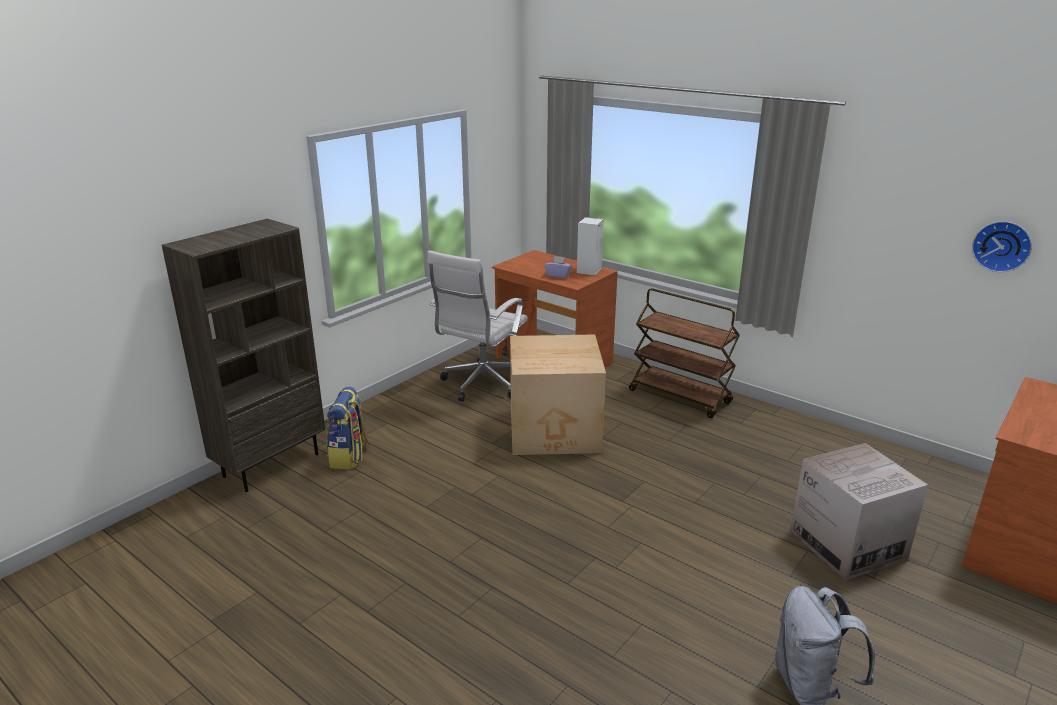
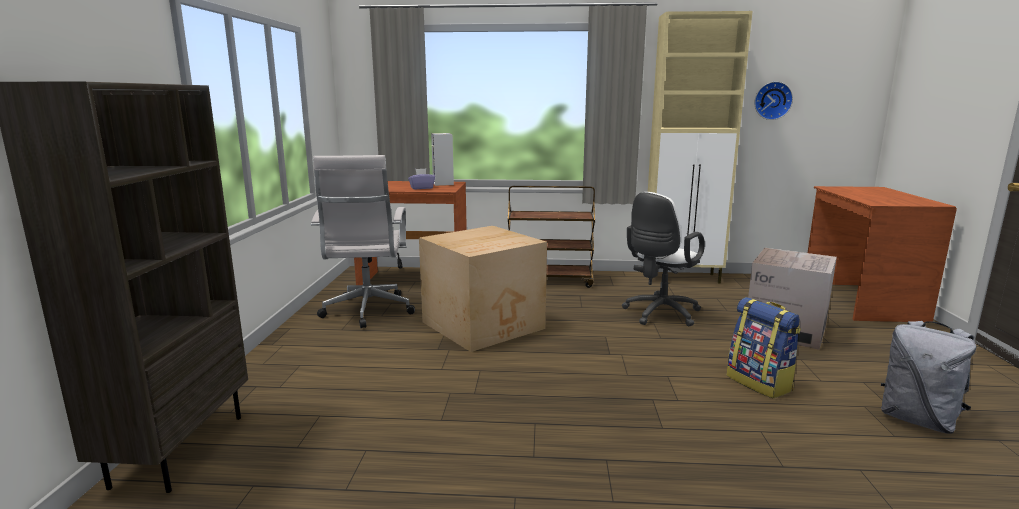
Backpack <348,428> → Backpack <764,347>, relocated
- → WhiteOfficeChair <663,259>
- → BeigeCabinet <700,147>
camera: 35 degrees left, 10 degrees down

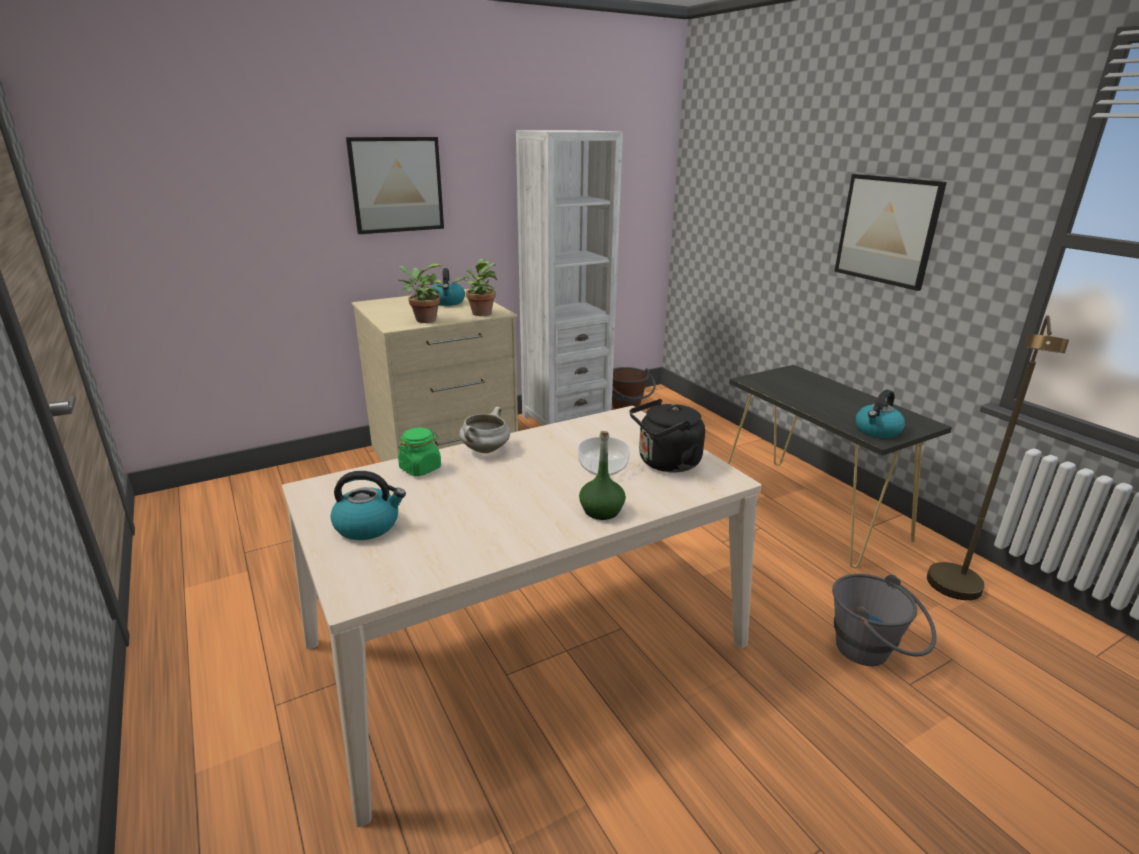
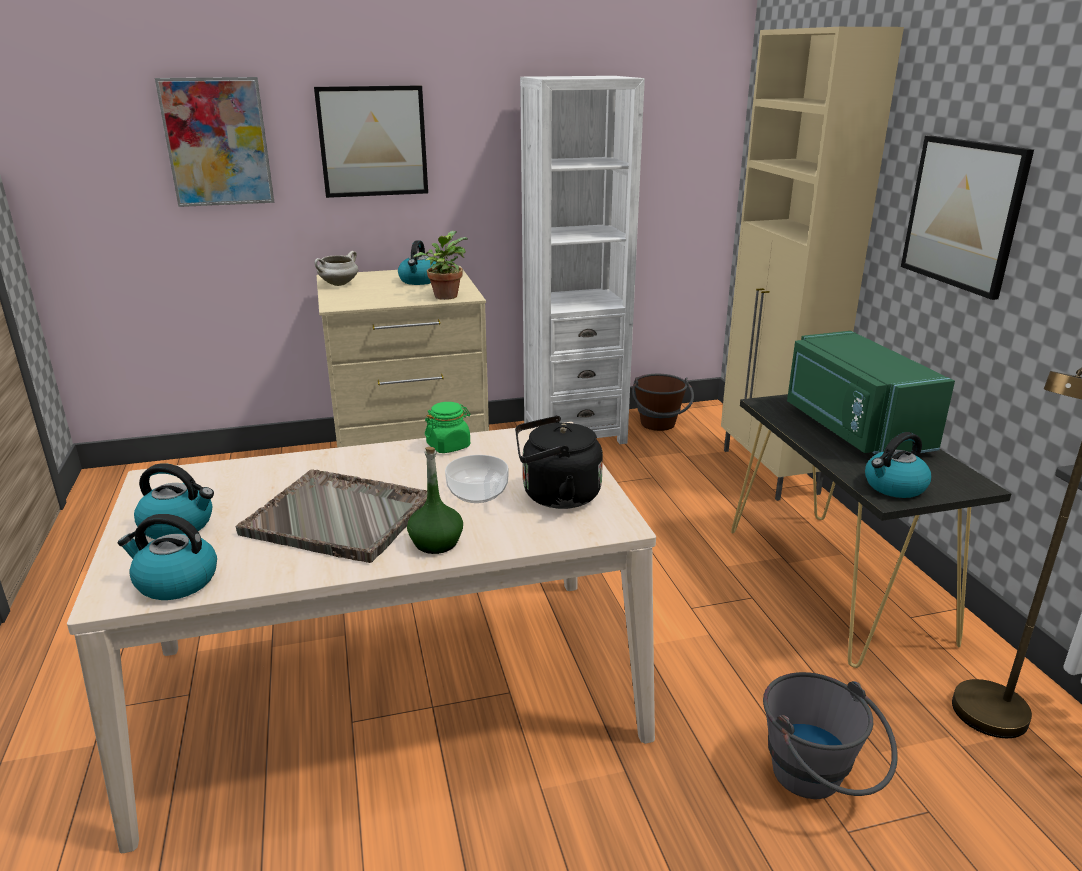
PottedPlant <421,293> → -
GreenJar <419,452> → GreenJar <447,427>, relocated
WhiteCookingPot <484,430> → WhiteCookingPot <336,268>, relocated
- → Kettle <167,557>
- → Picture <214,142>
- → GreyTray <331,516>
- → BeigeCabinet <812,264>
- → GreenMicrowave <871,392>
camera: 15 degrees right, 0 degrees up

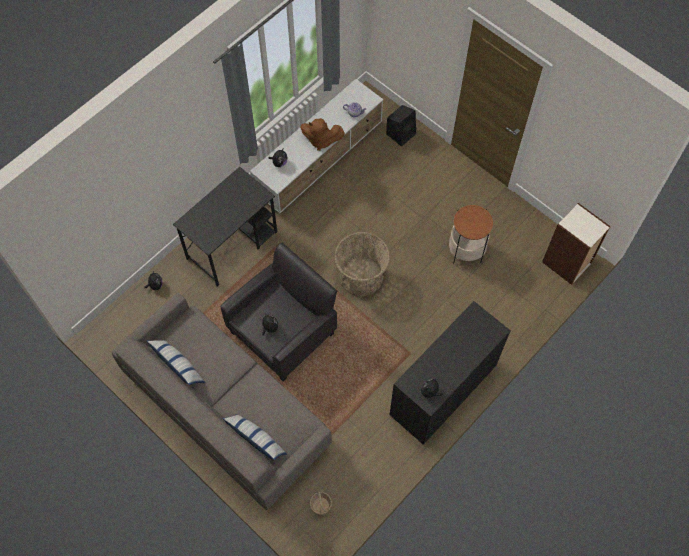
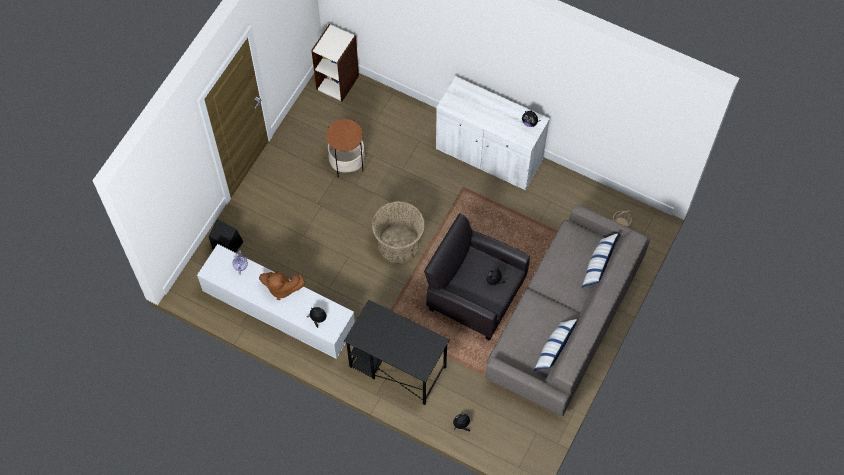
BrownPlushToy <322,134> → BrownPlushToy <282,285>, 105 degrees clockwise
BlackCabinet <450,373> → WhiteCabinet <493,133>
camera: 105 degrees left, 0 degrees up

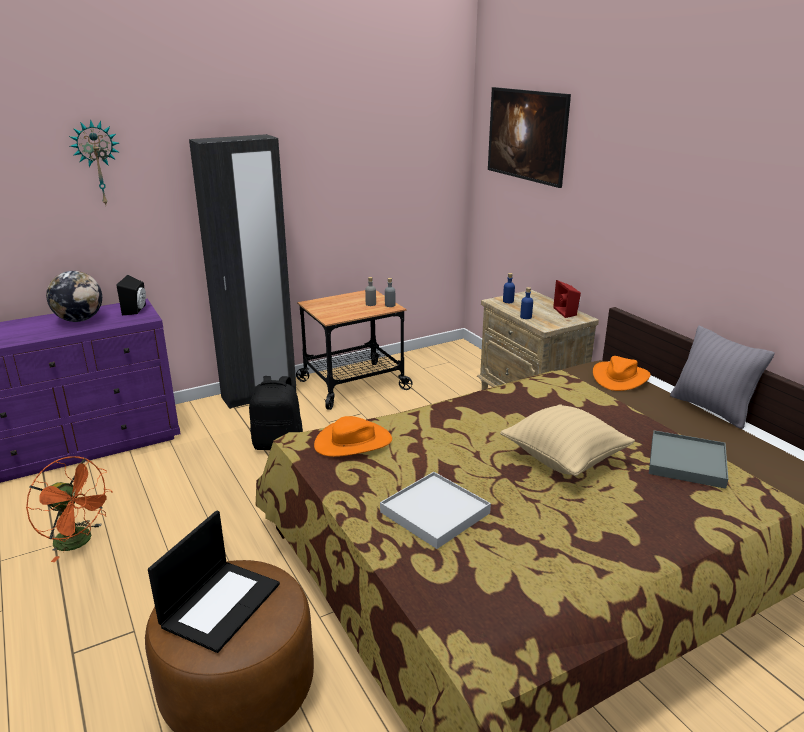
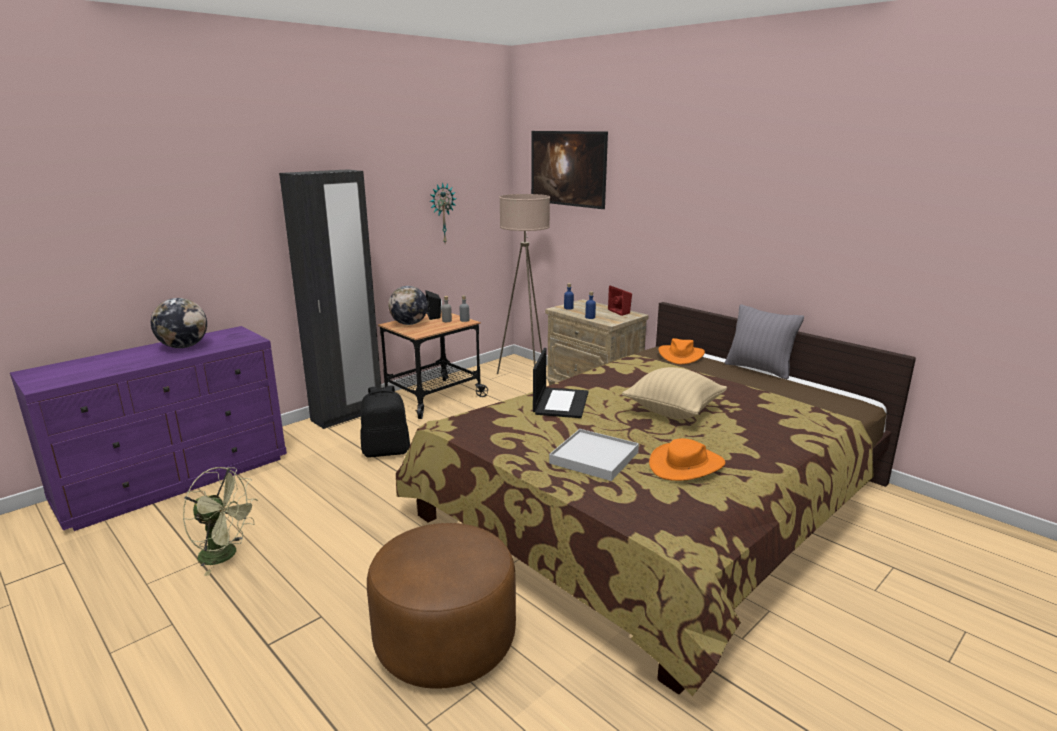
OrangeFan <69,509> → GreenFan <220,521>
WallClock <94,162> → WallClock <442,212>, relocated
BlackSpeaker <131,295> → BlackSpeaker <433,305>, relocated
Laptop <214,582> → Laptop <560,383>, relocated
OrangeHat <353,436> → OrangeHat <687,459>, relocated
GreyTray <688,459> → -
- → Globe <408,305>
- → BeigeFloorLamp <523,284>
camera: 15 degrees left, 5 degrees down

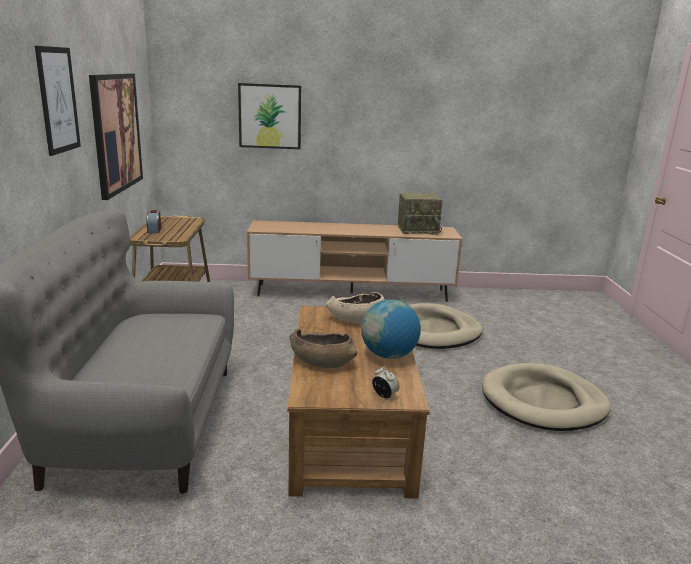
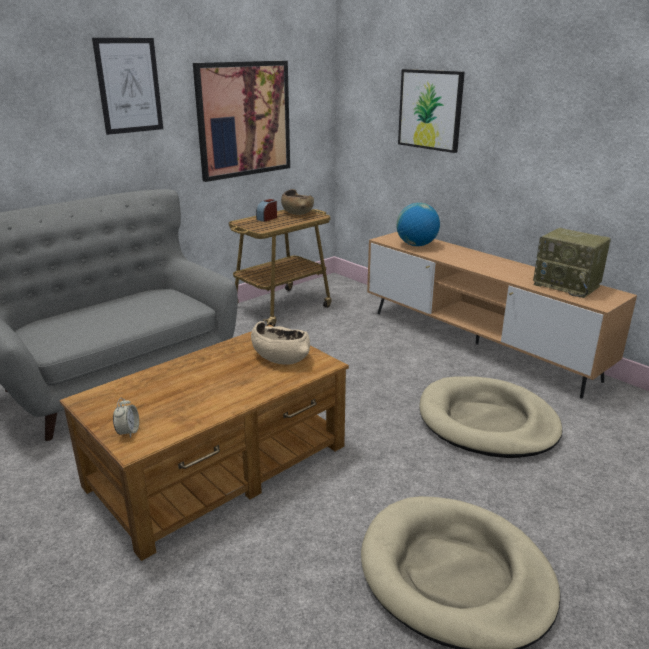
BrownBowl <323,348> → BrownBowl <297,202>, relocated
Globe <391,329> → Globe <418,224>, relocated
camera: 50 degrees right, 5 degrees up

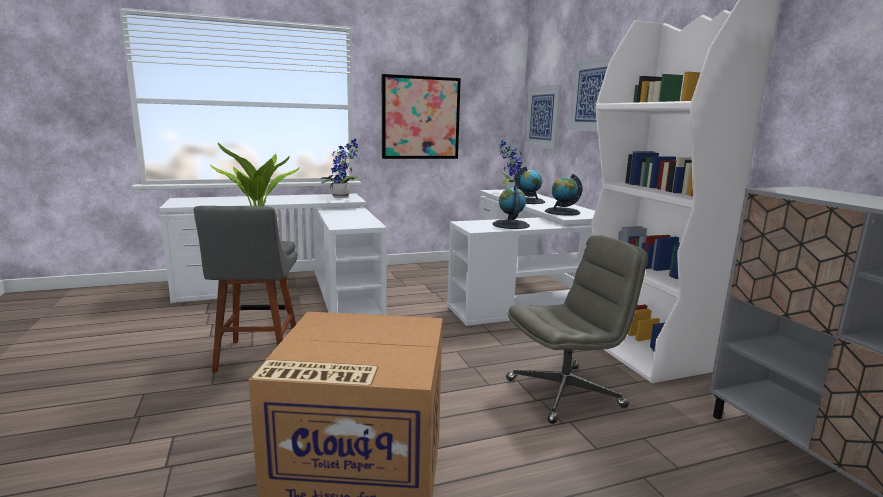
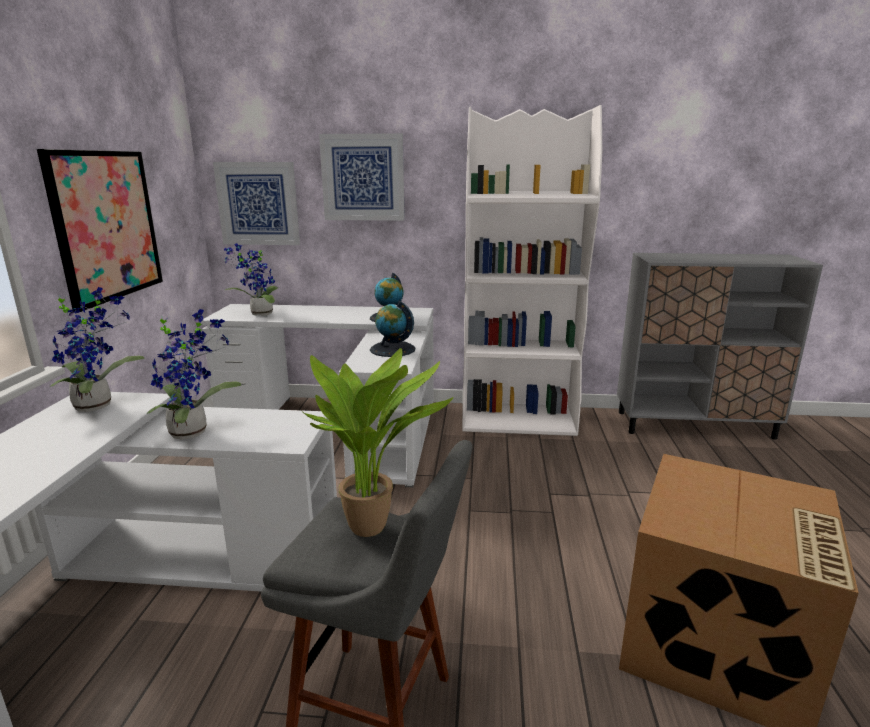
GreyOfficeChair <577,329> → -
Globe <530,185> → -
- → PottedPlant <194,374>
camera: 65 degrees left, 5 degrees up

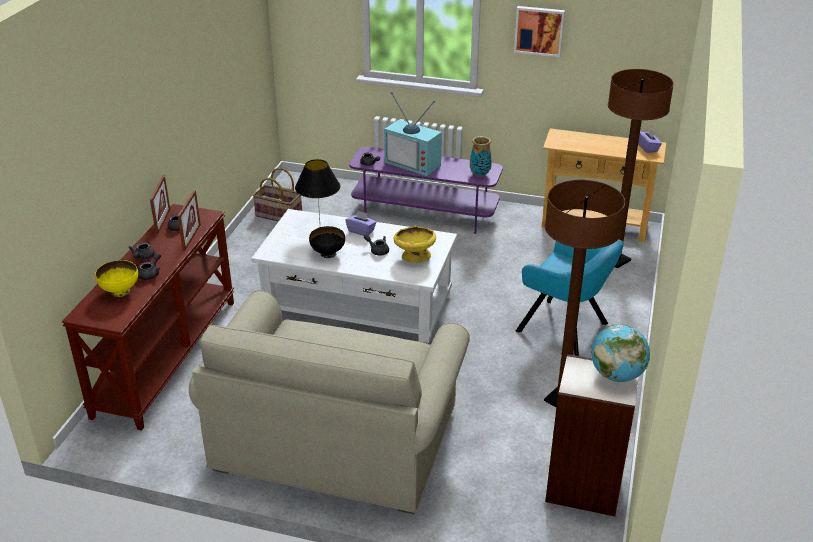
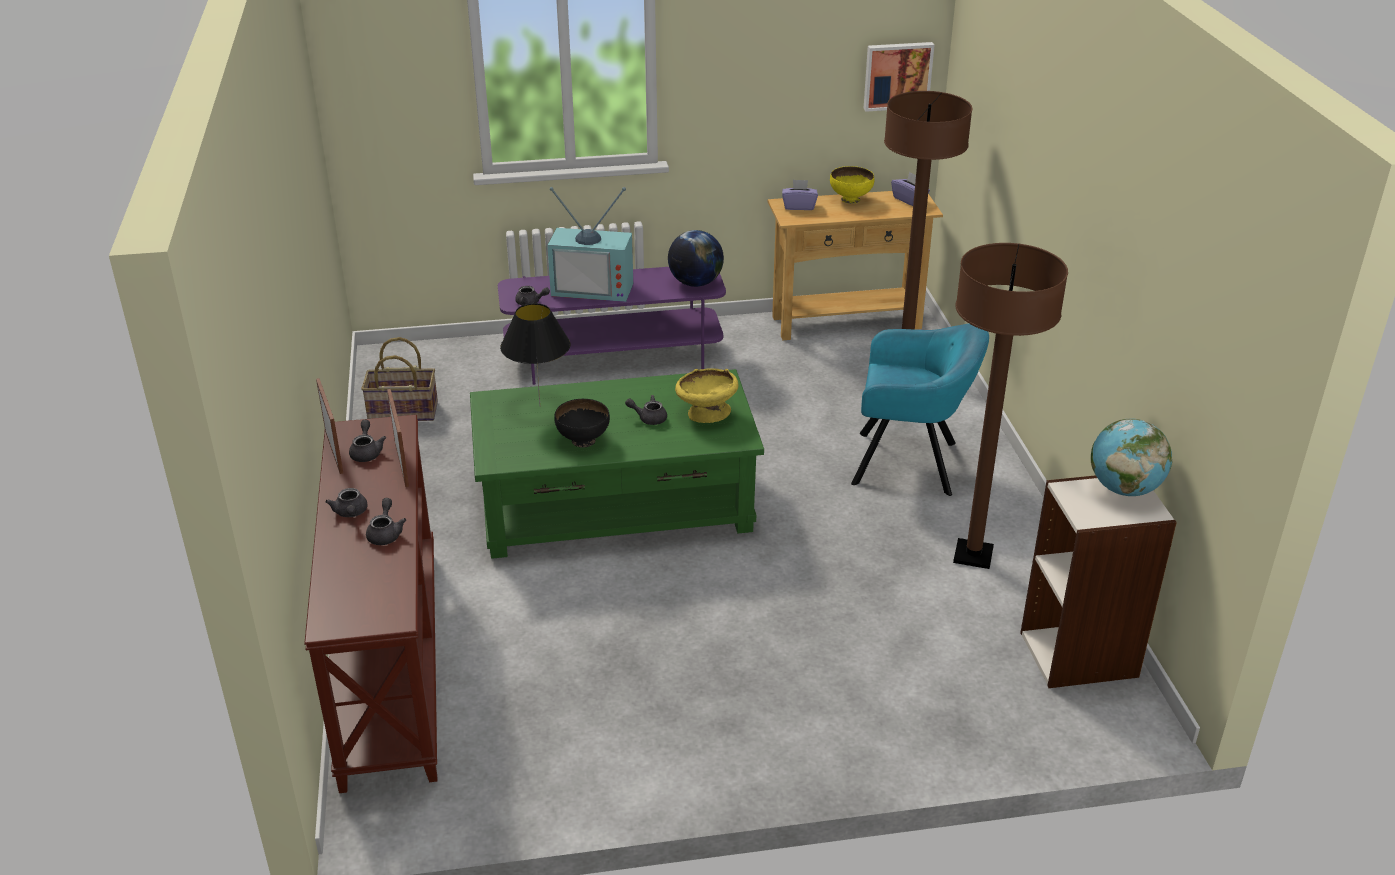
YellowBowl <116,278> → YellowBowl <852,185>, relocated
BeigeSofa <329,402> → -
WhiteCoffeeTable <354,276> → GreenCoffeeTable <617,464>
PurpleTissueBox <361,223> → PurpleTissueBox <800,195>, relocated
Vase <481,156> → Globe <696,258>
Picture <539,31> → Picture <898,77>, relocated
camera: 25 degrees left, 0 degrees up

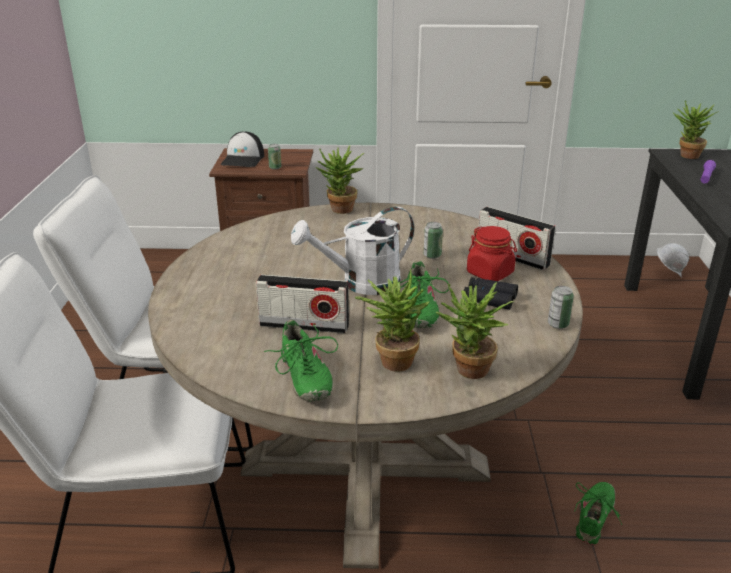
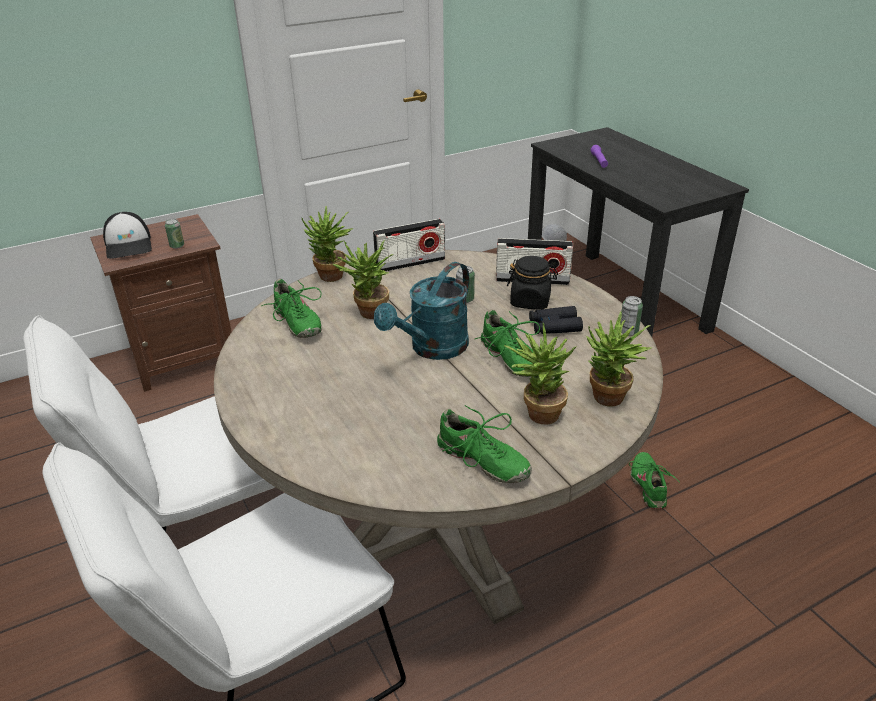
Radio <302,303> → Radio <409,245>, relocated
WhiteWateringCan <352,251> → TurquoiseWateringCan <421,311>
RedJar <492,253> → BlackJar <532,283>
PottedPlant <695,129> → PottedPlant <363,279>, relocated
- → GreenShoe <291,308>
camera: 30 degrees left, 5 degrees up

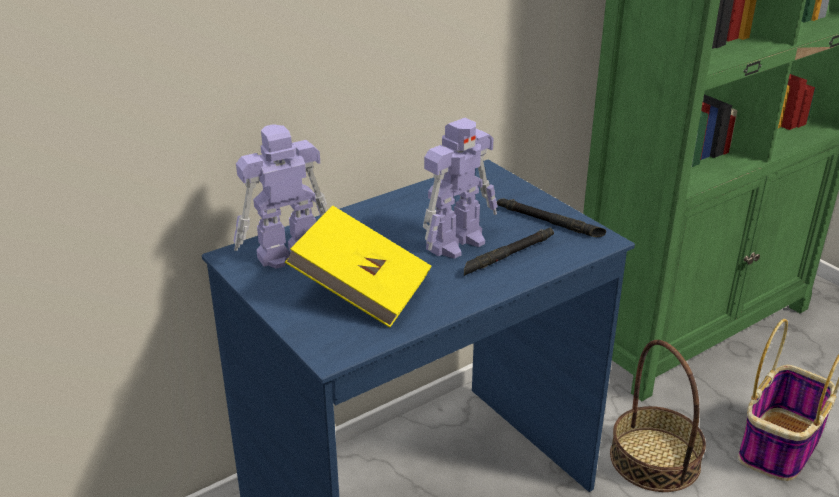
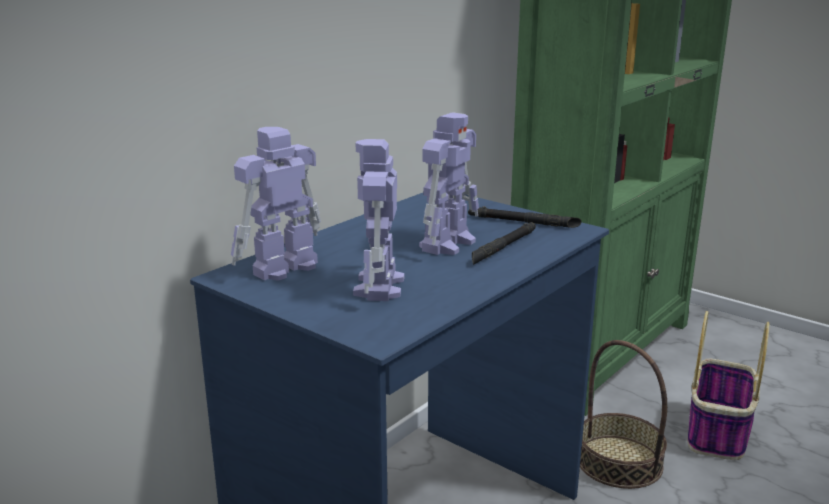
YellowBook <358,266> → ToyRobot <378,220>
camera: 15 degrees left, 10 degrees down

